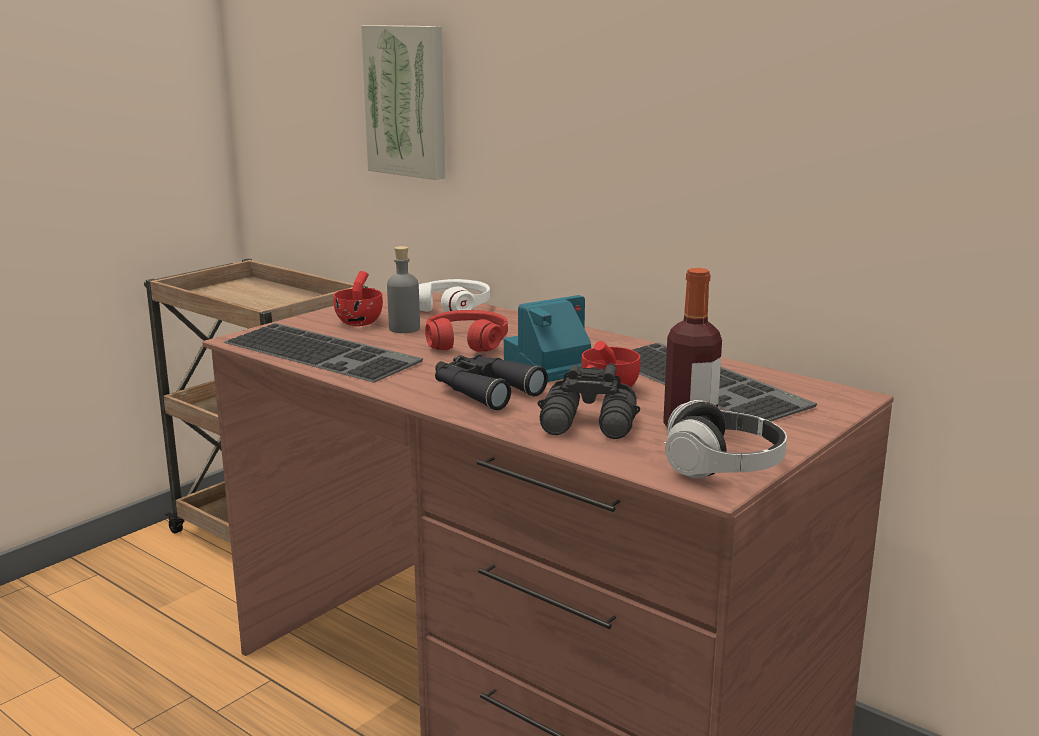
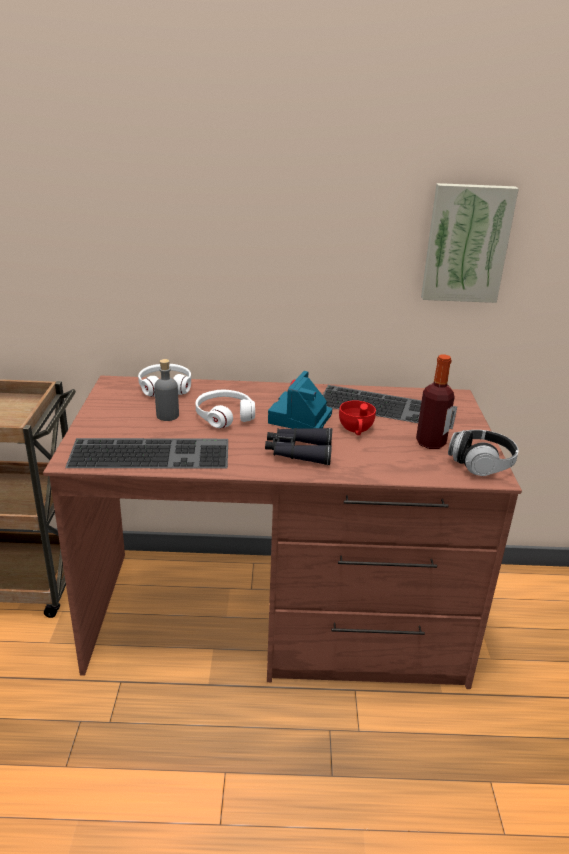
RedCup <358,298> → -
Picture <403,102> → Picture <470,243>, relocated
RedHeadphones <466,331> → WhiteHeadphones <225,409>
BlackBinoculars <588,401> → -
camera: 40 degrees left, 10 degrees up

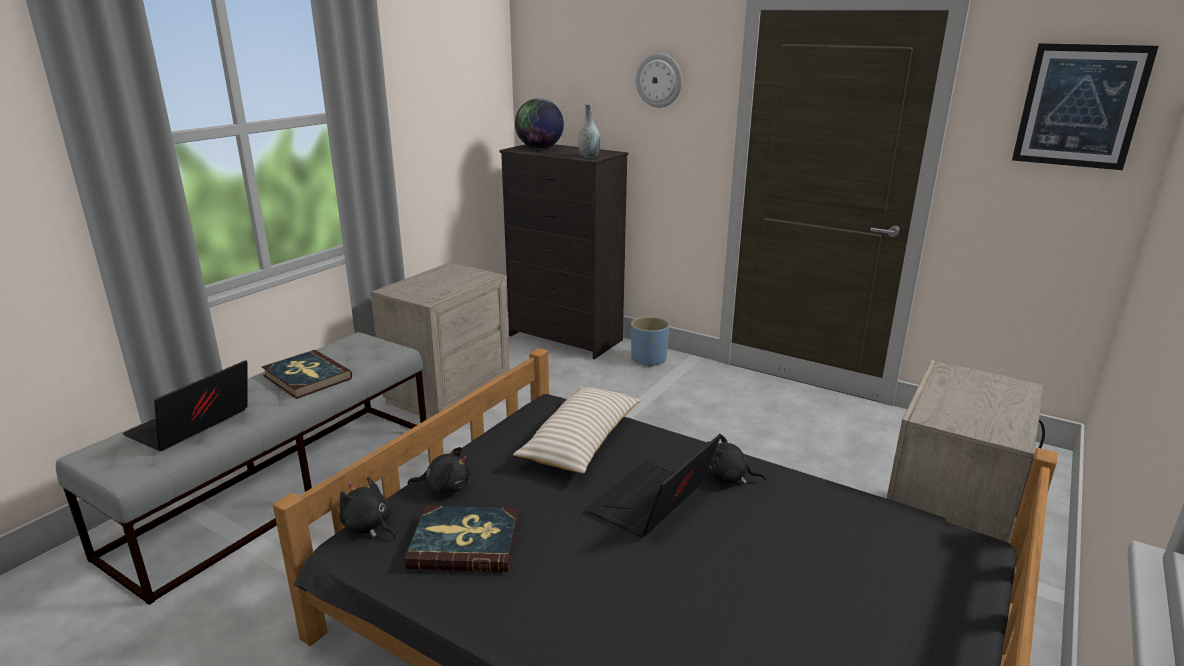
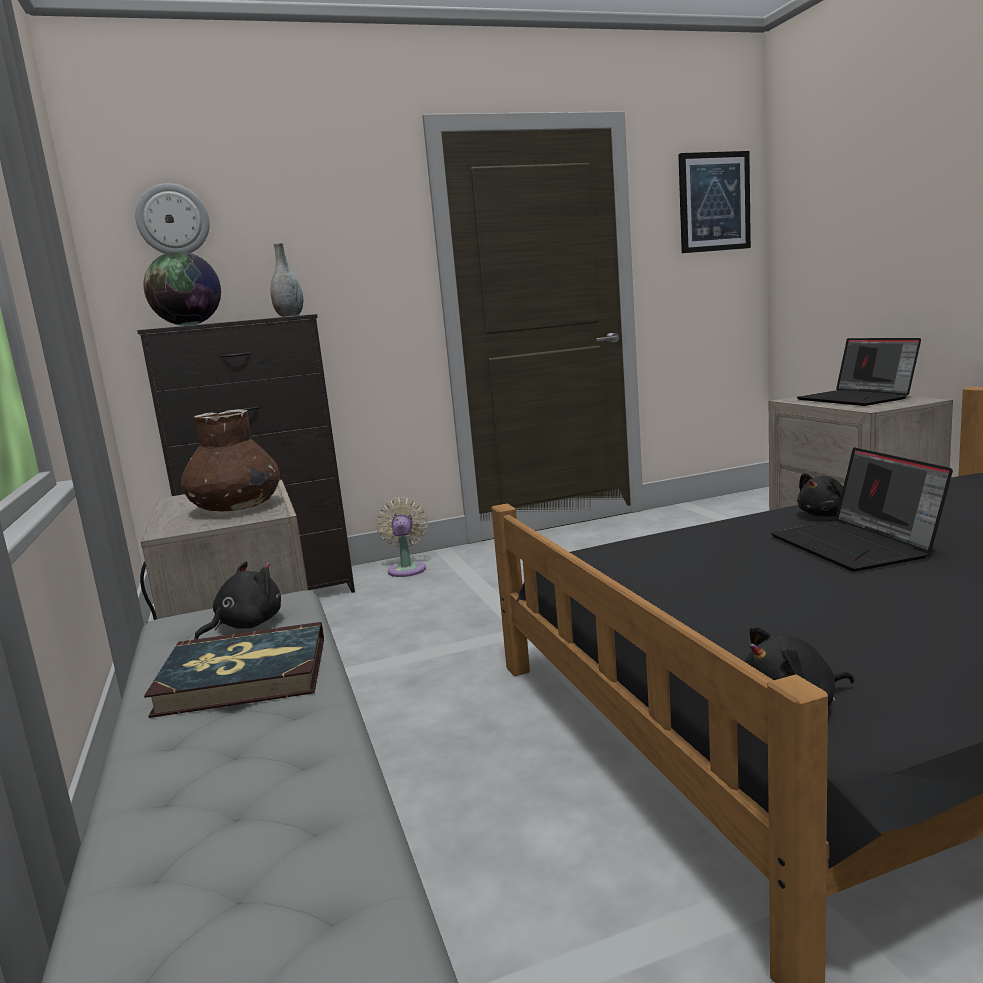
Laptop <185,405> → Laptop <859,372>, relocated
Book <462,538> → -
BlackPlushToy <439,471> → BlackPlushToy <237,600>, relocated
BeigePillow <576,430> → -
BluePlanter <650,341> → BeigeFan <402,537>
WallClock <659,80> → WallClock <172,218>, relocated
- → BrownVase <230,460>
camera: 50 degrees left, 10 degrees down

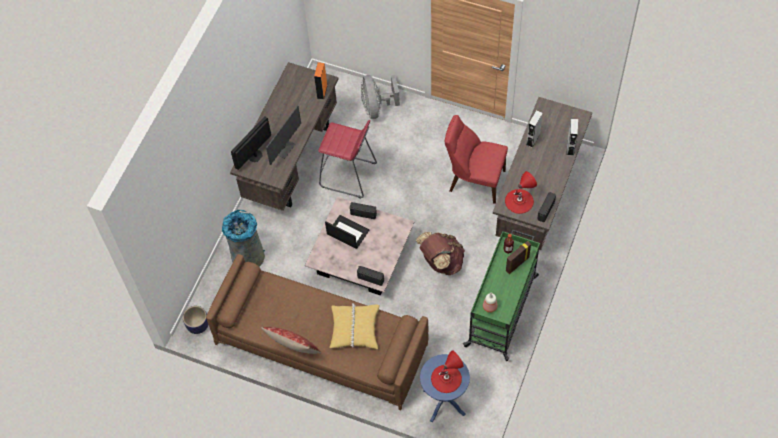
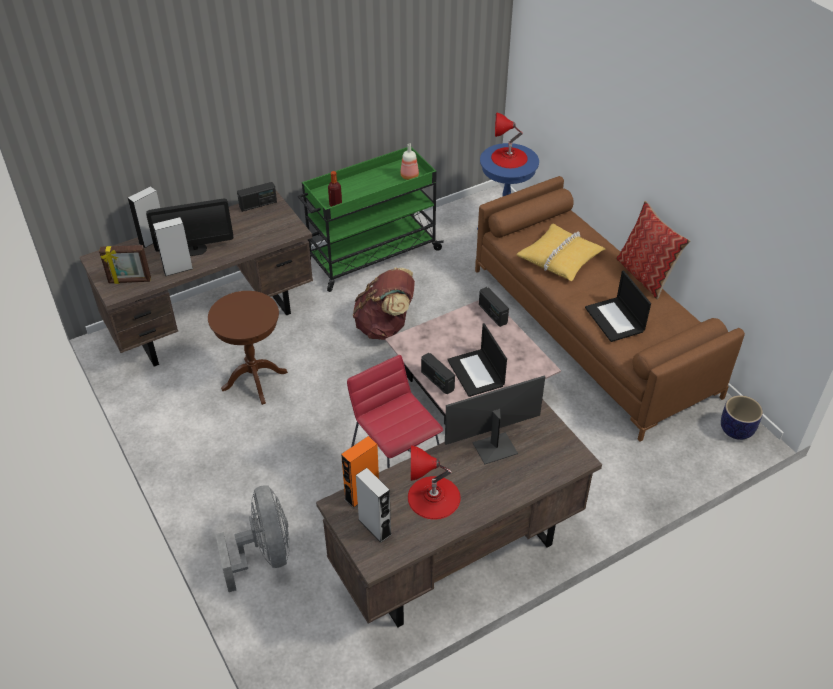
GreyTrashCan <243,238> → -
Monitor <251,143> → Monitor <189,227>, relocated
GreyFan <380,97> → GreyFan <252,538>, 45 degrees counterclockwise
RedChair <476,159> → BrownSideTable <248,348>
RedTableLamp <521,192> → RedTableLamp <434,483>, relocated
PictureFrame <518,257> → PictureFrame <125,264>, relocated
- → GreySpeaker <374,505>
- → Laptop <618,306>
camera: 145 degrees left, 15 degrees down

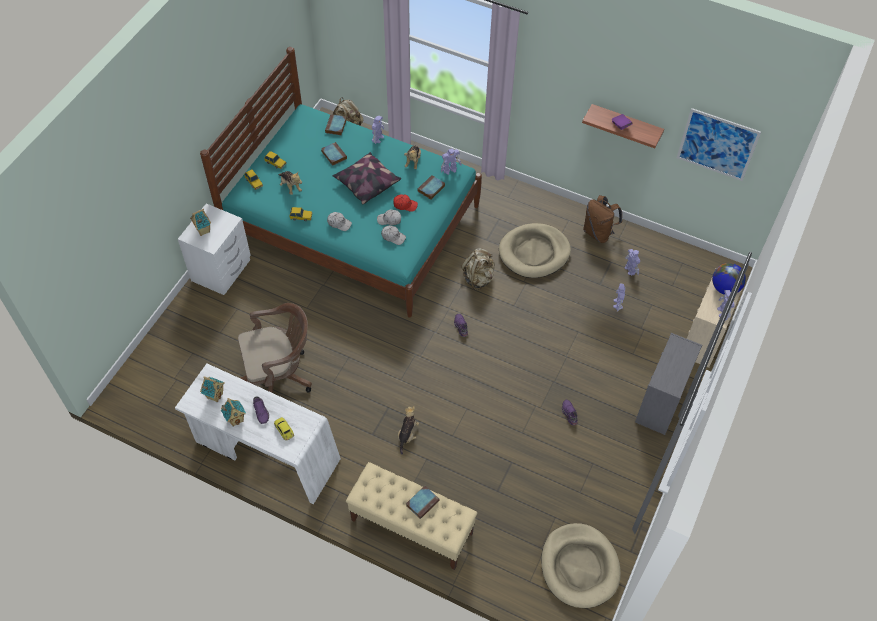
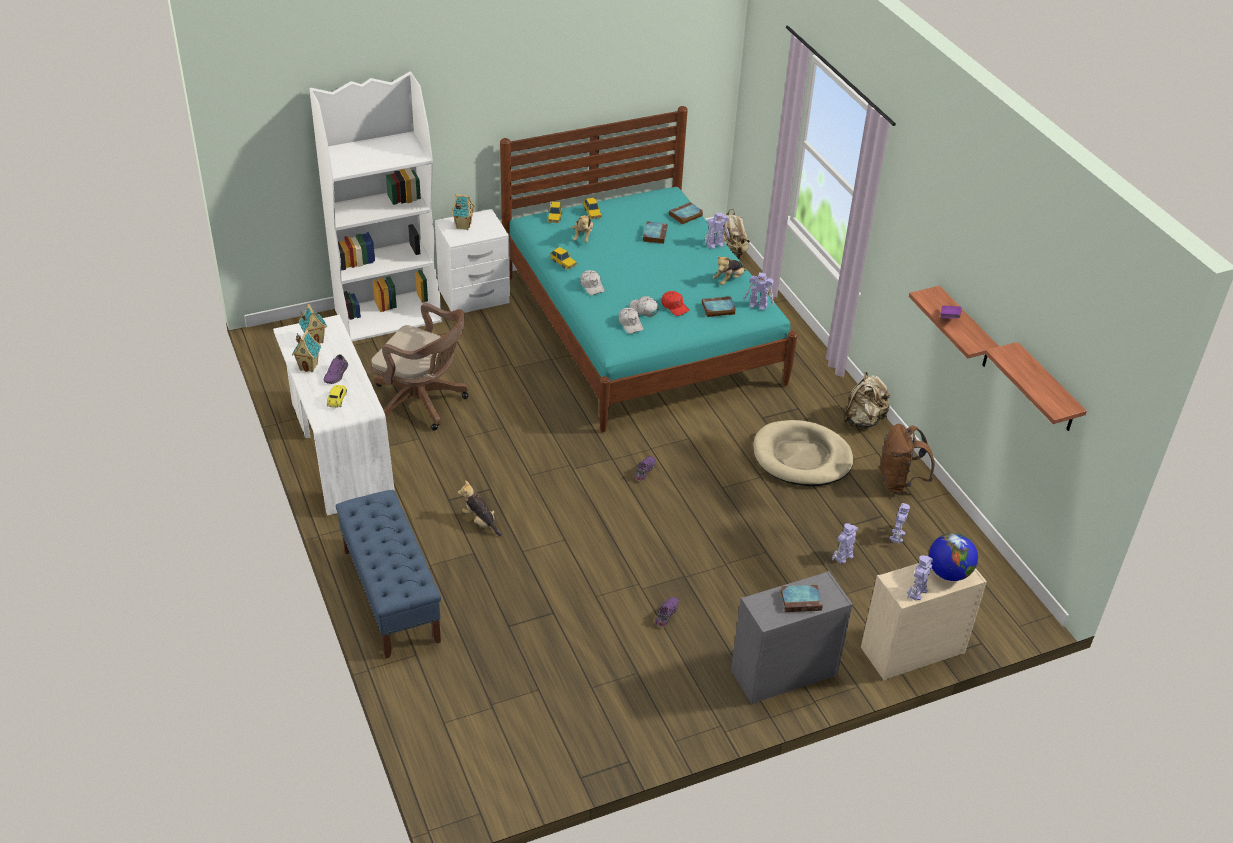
Pillow <366,178> → -
BeigeBench <411,516> → BlueBench <388,574>
PlushToy <408,430> → PlushToy <480,508>, 105 degrees counterclockwise
Book <423,502> → Book <801,598>, relocated
BeigeBackpack <478,269> → BeigeBackpack <867,400>, relocated
BeigeDogBed <581,565> → -
Picture <719,144> → Shelf <1036,386>
- → WhiteBookcase <375,206>
camera: 40 degrees right, 15 degrees down

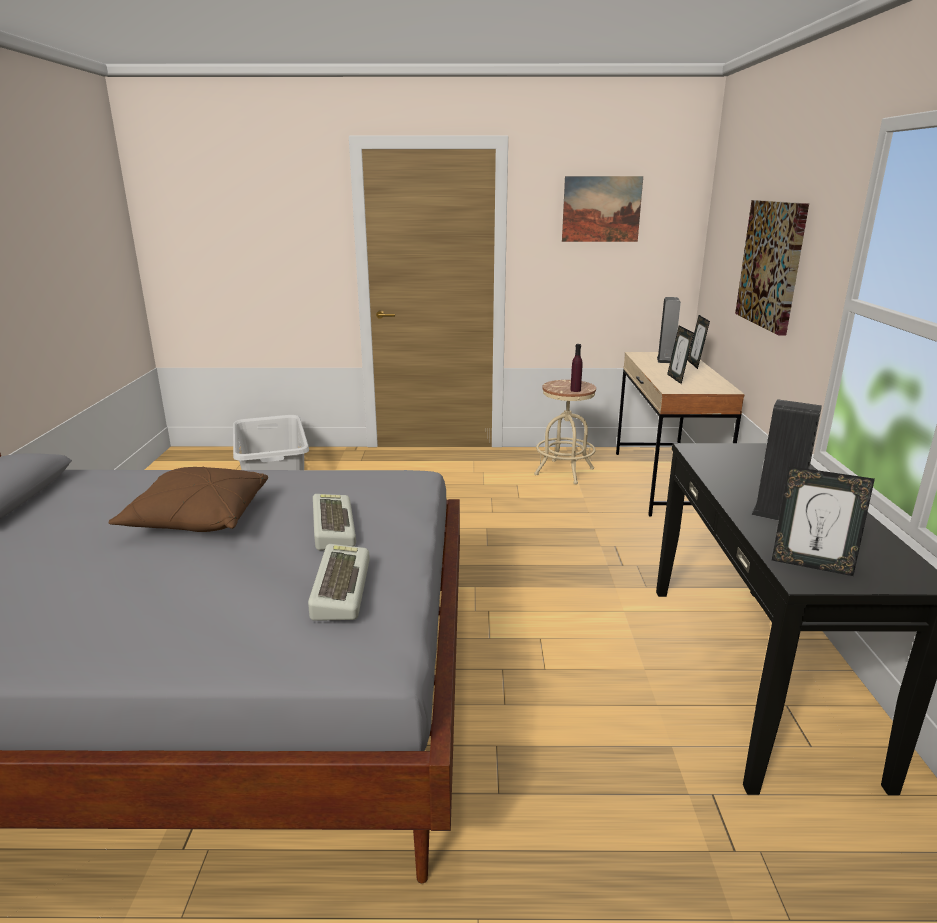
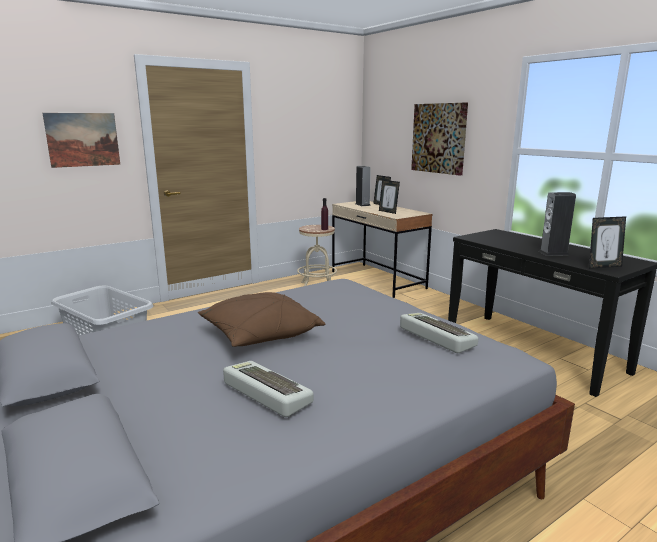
Keyboard <334,522> → Keyboard <268,389>, relocated
Picture <602,209> → Picture <81,140>, relocated
camera: 35 degrees left, 5 degrees down

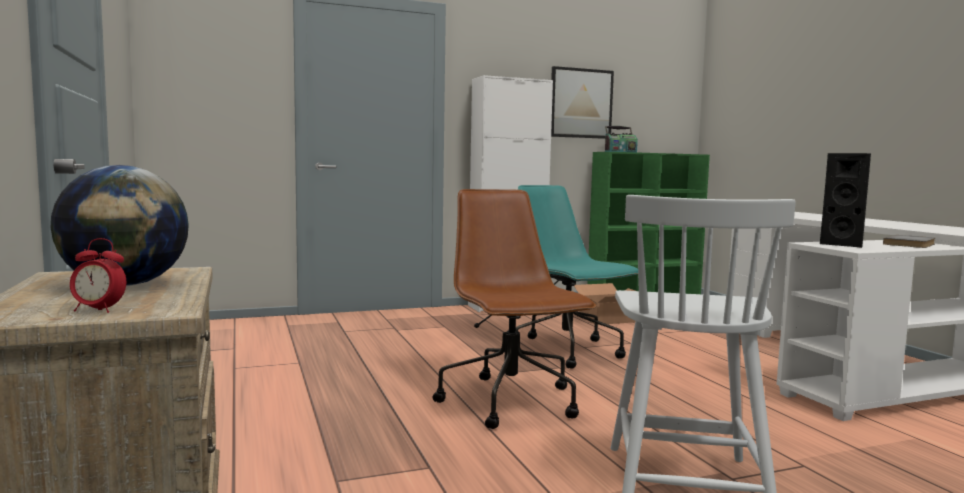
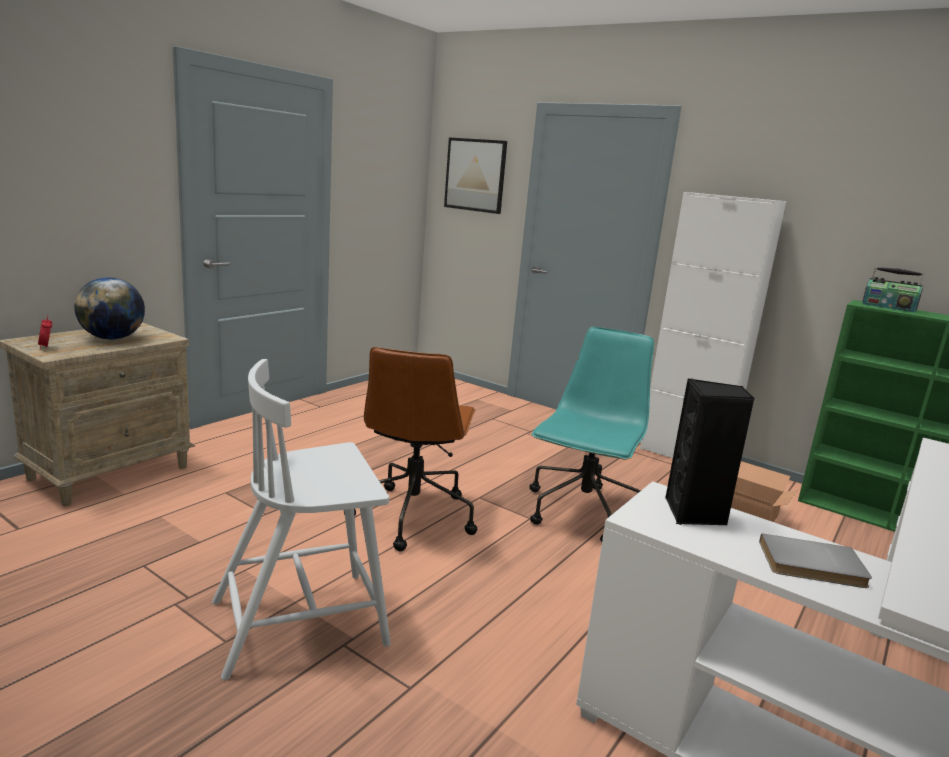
BrownOfficeChair <514,309> → BrownOfficeChair <410,449>, 150 degrees clockwise
Picture <582,102> → Picture <475,176>, relocated
camera: 55 degrees right, 10 degrees up

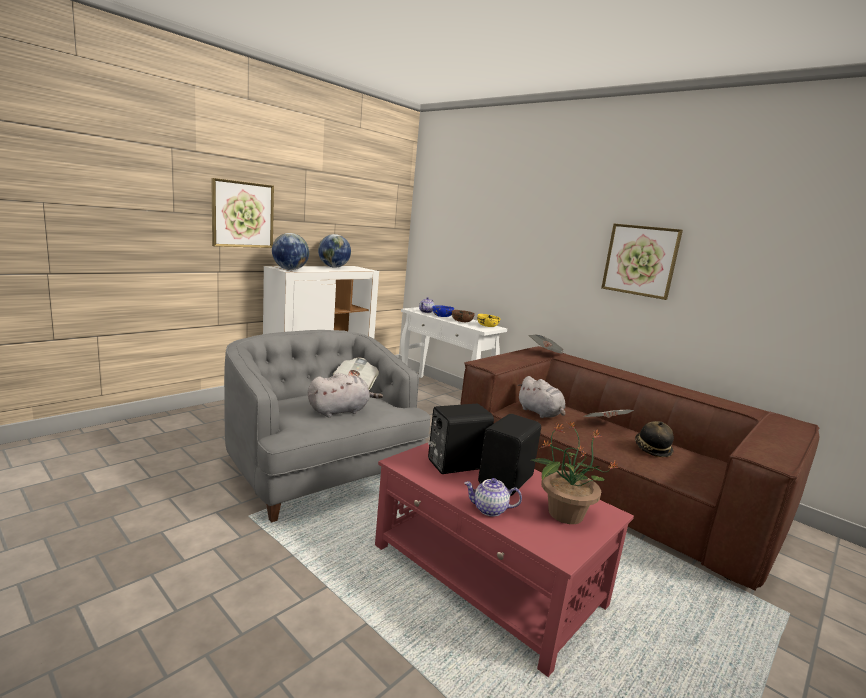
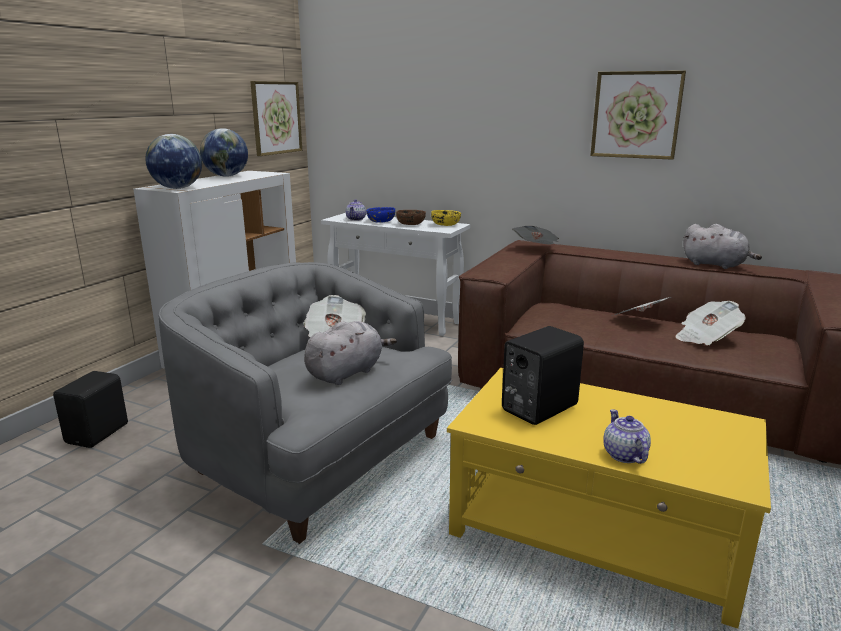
Picture <242,213> → Picture <276,118>, relocated
RedCoffeeTable <504,560> → YellowCoffeeTable <609,498>
Teapot <493,497> → Teapot <627,436>, 90 degrees clockwise
BlackSpeaker <509,455> → BlackSpeaker <90,409>, relocated
GreyPlushToy <541,397> → GreyPlushToy <723,246>, relocated
PottedPlant <574,472> → -
Hat <654,439> → Newspaper <710,323>
camera: 15 degrees left, 5 degrees up

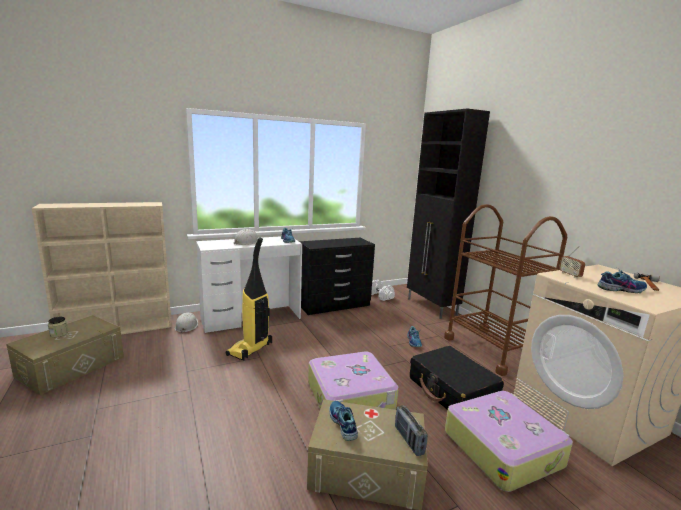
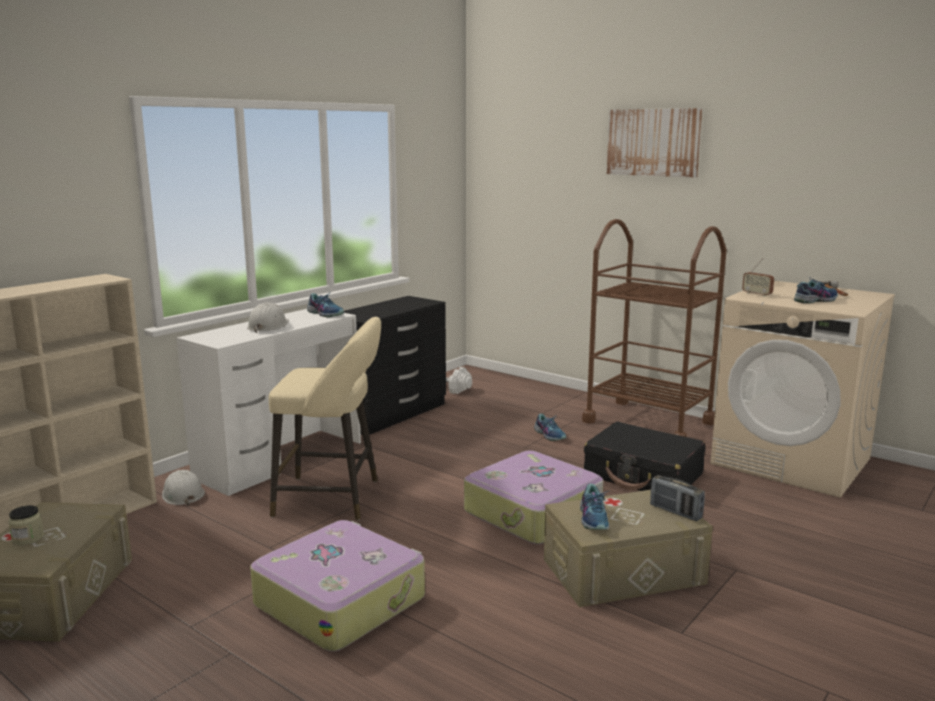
VacuumCleaner <248,299> → BeigeStool <325,419>
Shoe <343,421> → Shoe <594,507>, 135 degrees counterclockwise
BlackCabinet <448,213> → -
Suitcase <509,441> → Suitcase <337,585>, relocated
- → Picture <655,142>
camera: 25 degrees left, 0 degrees up

